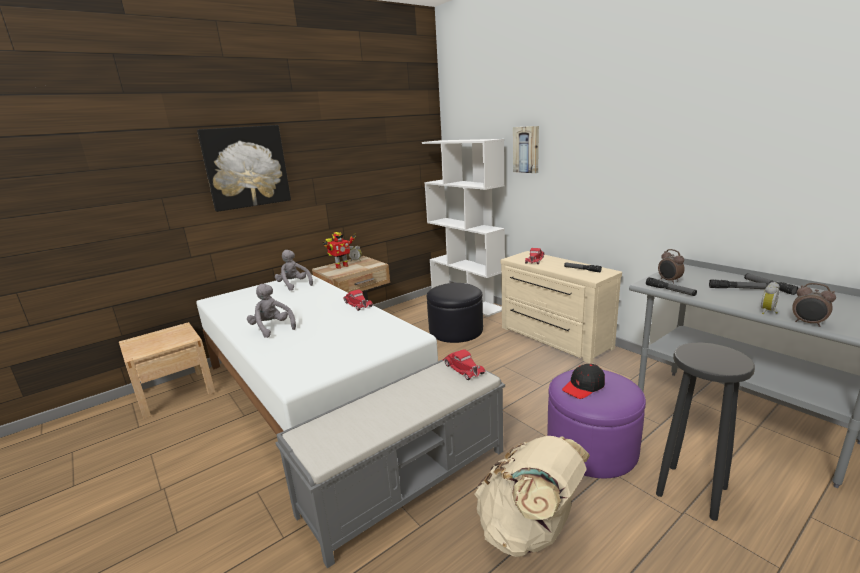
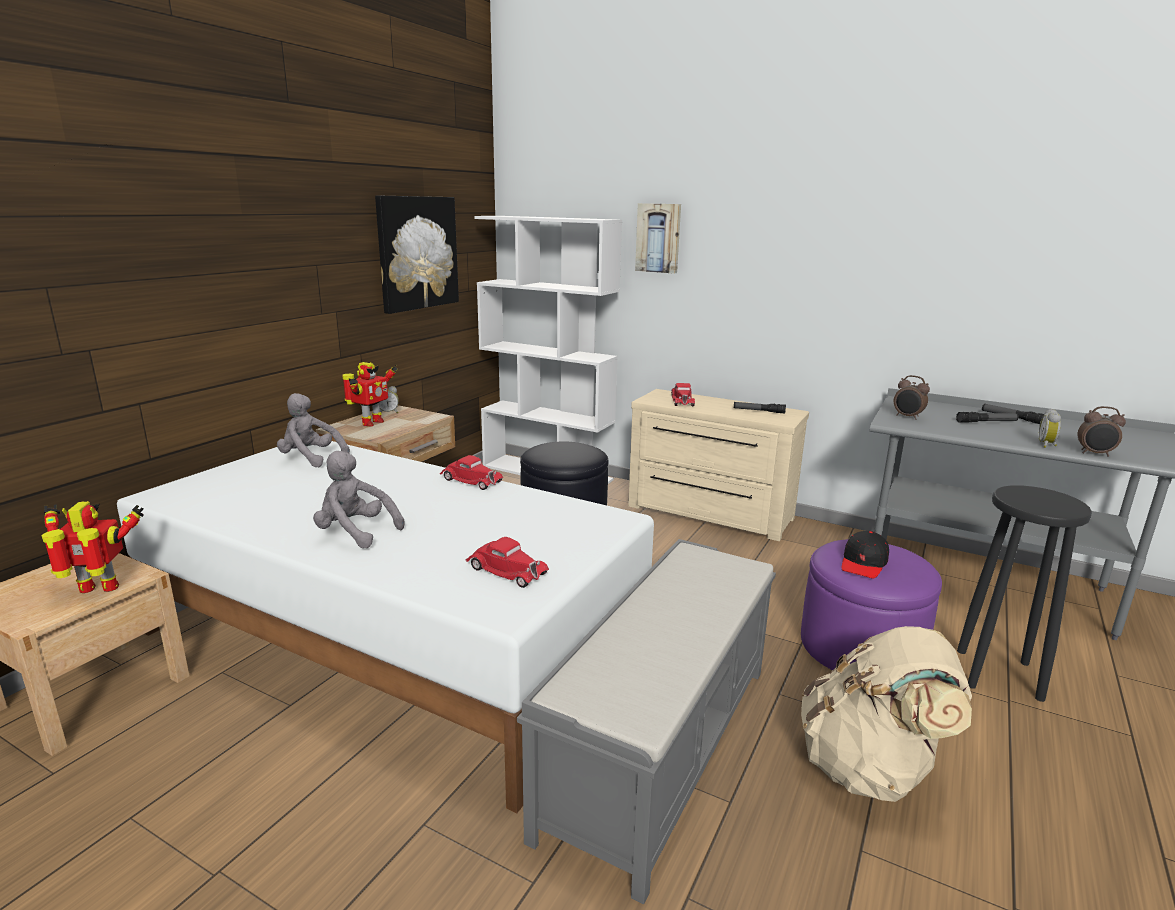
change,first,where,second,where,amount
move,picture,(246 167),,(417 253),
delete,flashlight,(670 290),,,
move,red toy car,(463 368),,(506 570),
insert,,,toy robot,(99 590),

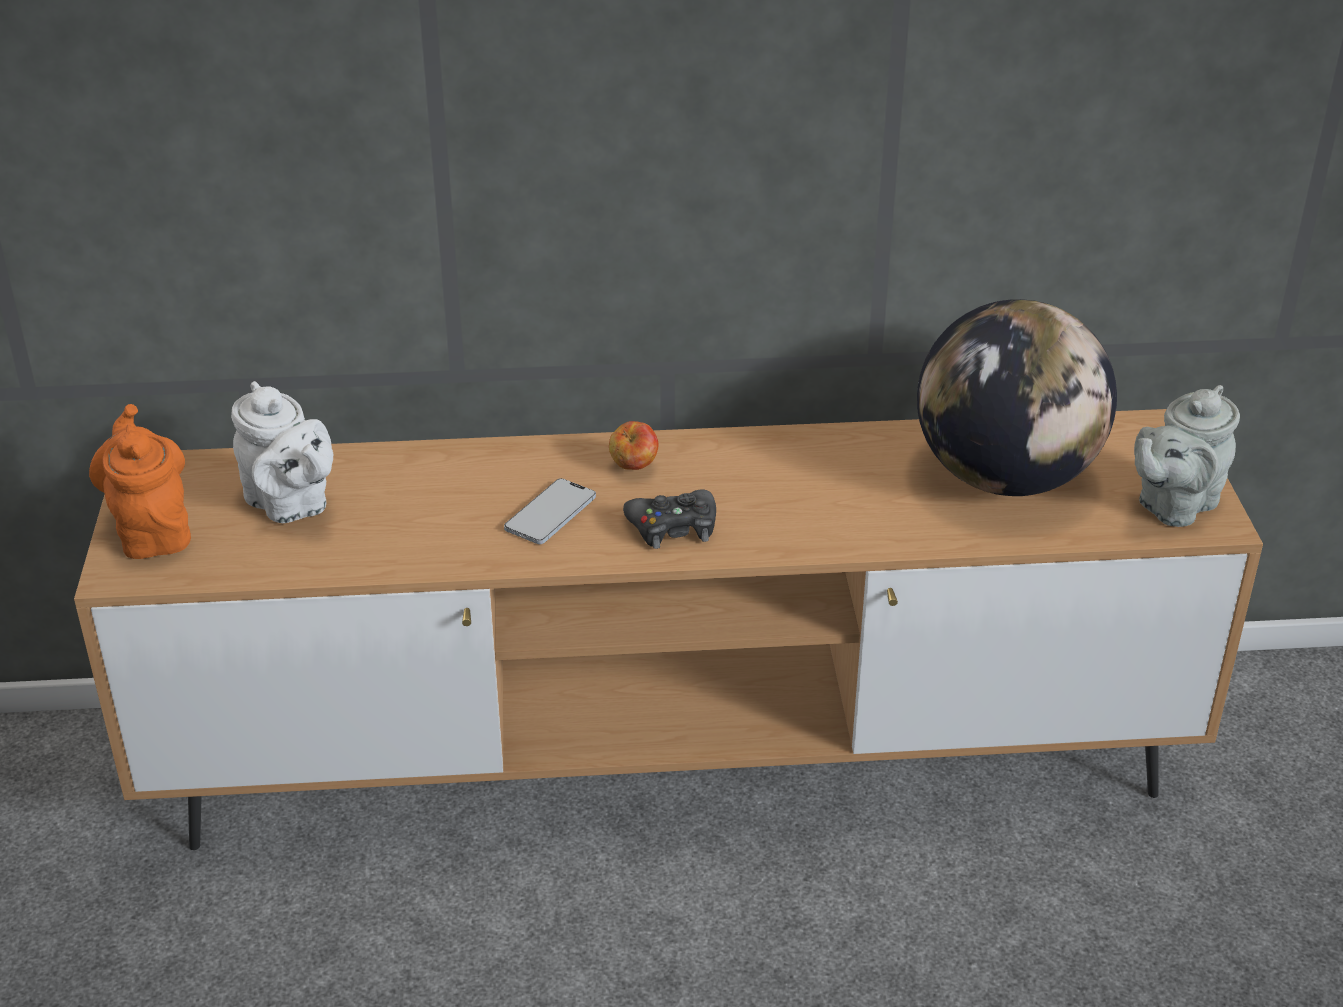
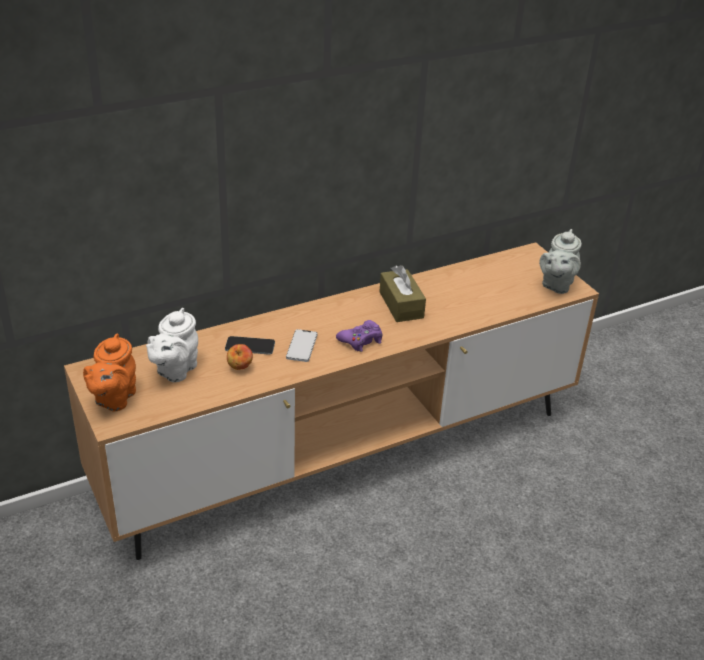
change,first,where,second,where,amount
delete,globe,(1005 478),,,
rotate,white teapot,(290 505),,(174 371),90 degrees clockwise
rotate,orange teapot,(152 531),,(113 399),120 degrees counterclockwise
move,apple,(634 467),,(240 367),
recolor,black game controller,(673 527),purple game controller,(361 340),
insert,,,brown tissue box,(401 305),
insert,,,phone,(250 346),

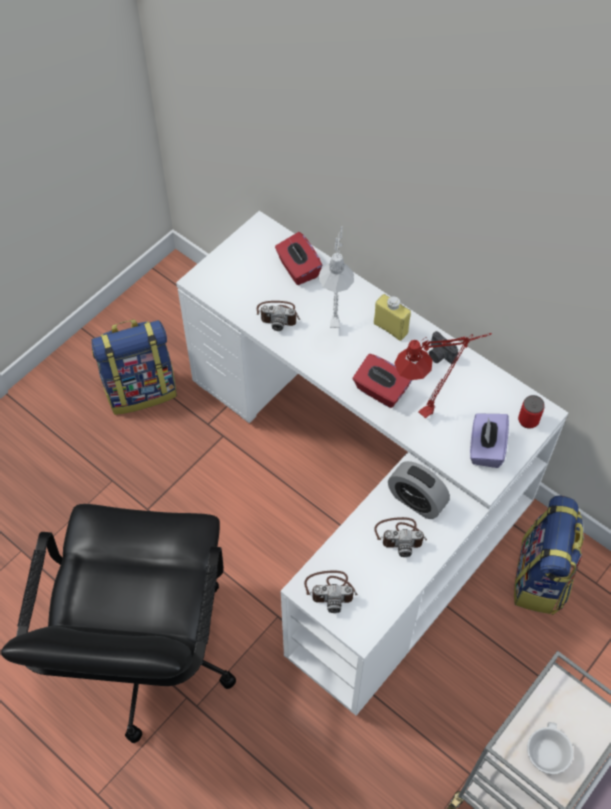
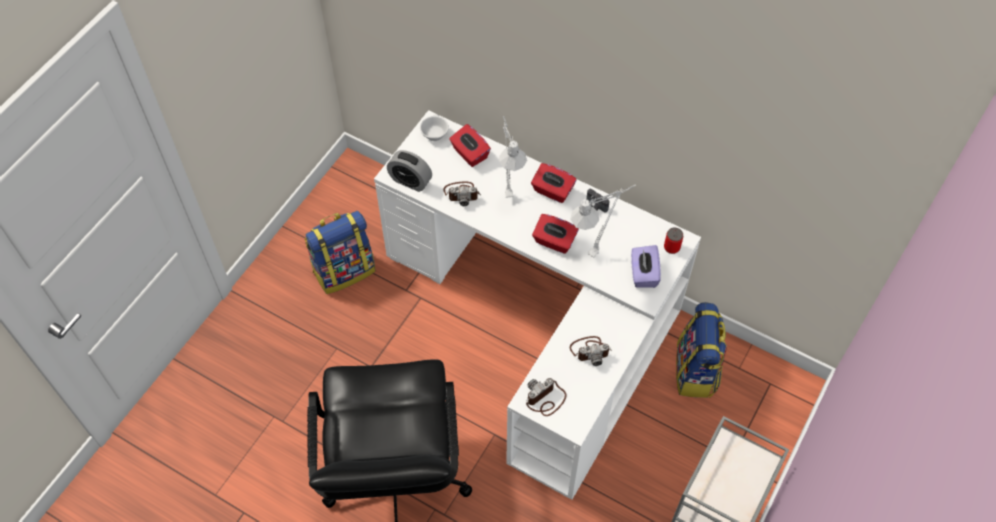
change,first,where,second,where,amount
replace,yellow bottle,(390 328),red tissue box,(552 191),
recolor,red table lamp,(436 408),grey table lamp,(599 249),
move,alarm clock,(416 500),,(410 181),
rotate,photo camera,(331 590),,(545 399),150 degrees clockwise
move,white cup,(544 753),,(433 133),

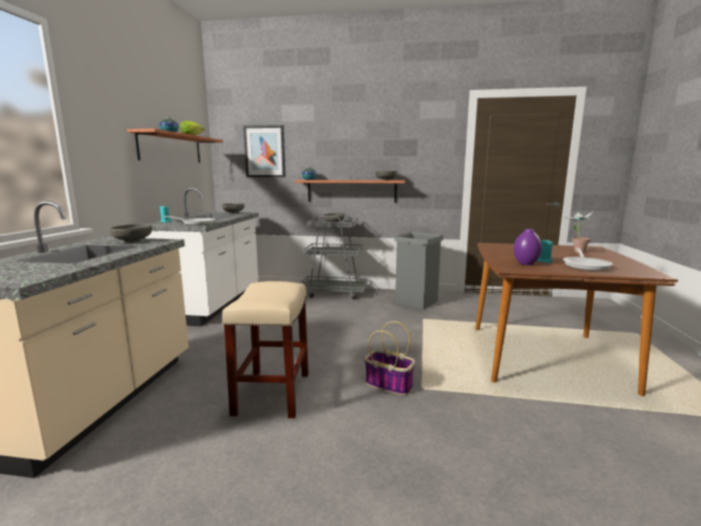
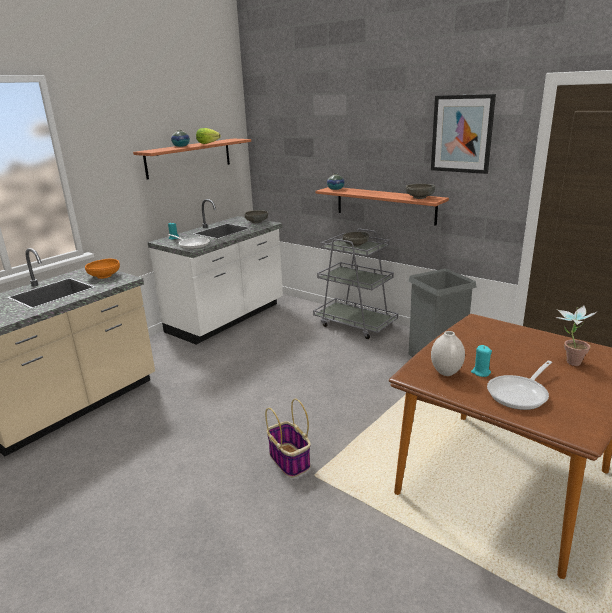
change,first,where,second,where,amount
move,picture,(265 151),,(462 134),
recolor,grey bowl,(133 241),orange bowl,(104 276),
recolor,purple vase,(525 264),white vase,(445 372),
delete,beige stool,(273 394),,,

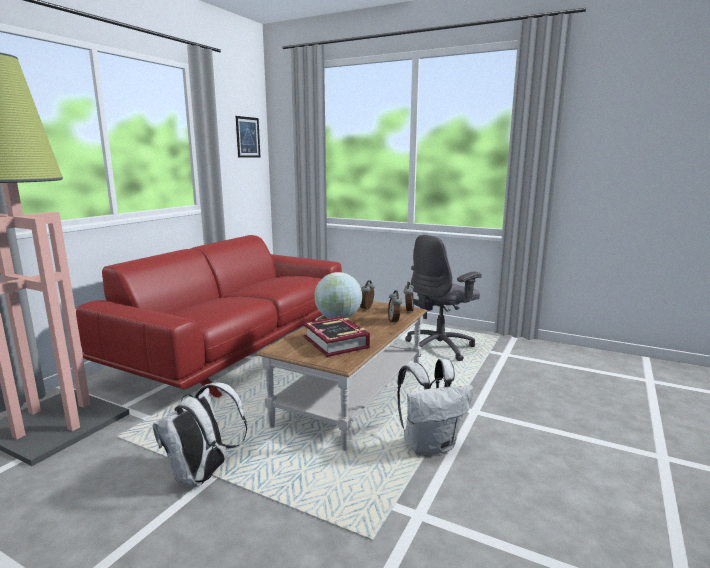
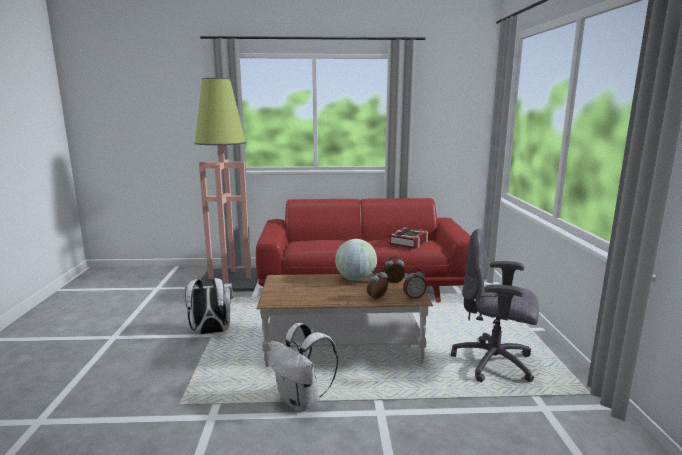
change,first,where,second,where,amount
delete,picture,(248 137),,,
move,book,(336 342),,(409 242),

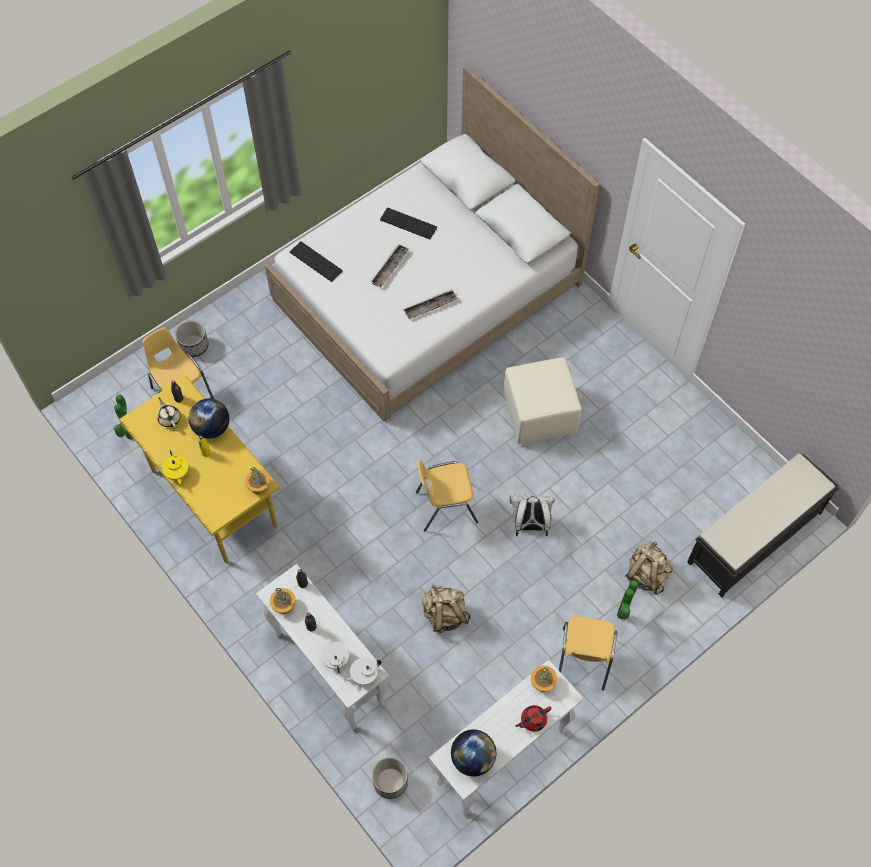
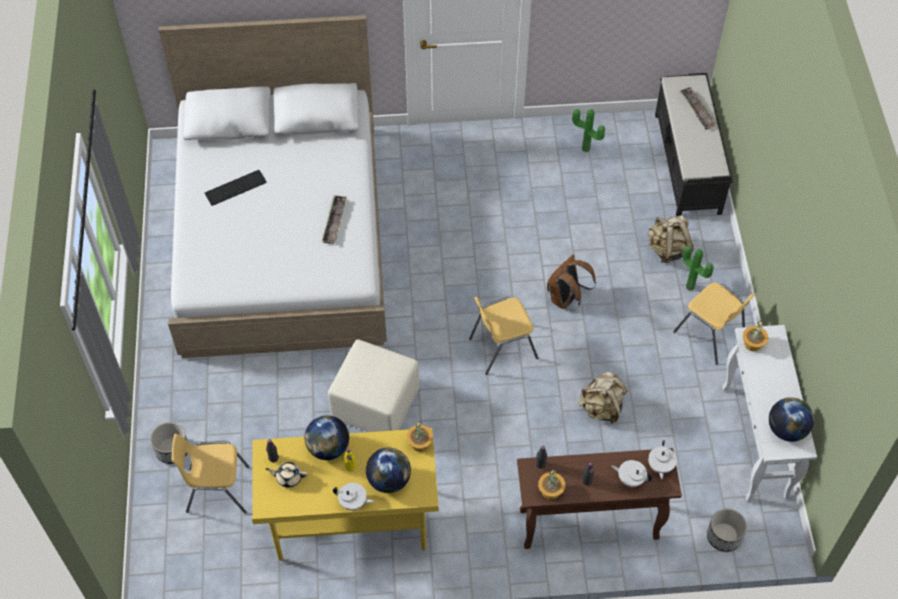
change,first,where,second,where,amount
delete,keyboard,(317 261),,,
move,tray,(390 268),,(697 110),
move,beige ottoman,(540 415),,(377 404),
move,potted plant,(129 436),,(585 150),
recolor,yellow teapot,(177 473),white teapot,(353 502),
rotate,yellow chair,(445 506),,(502 348),45 degrees clockwise
recolor,white backpack,(530 525),brown backpack,(566 299),
recolor,white console table,(328 668),brown console table,(587 525),
delete,red teapot,(532 720),,,
insert,,,globe,(389 480),

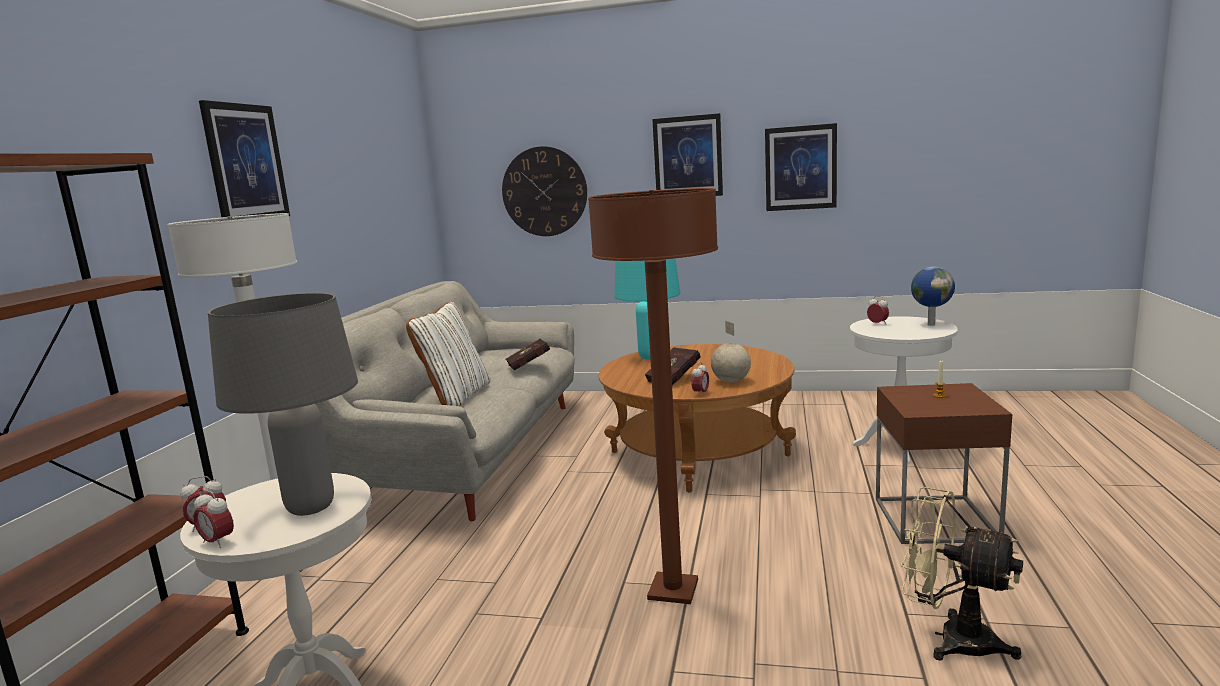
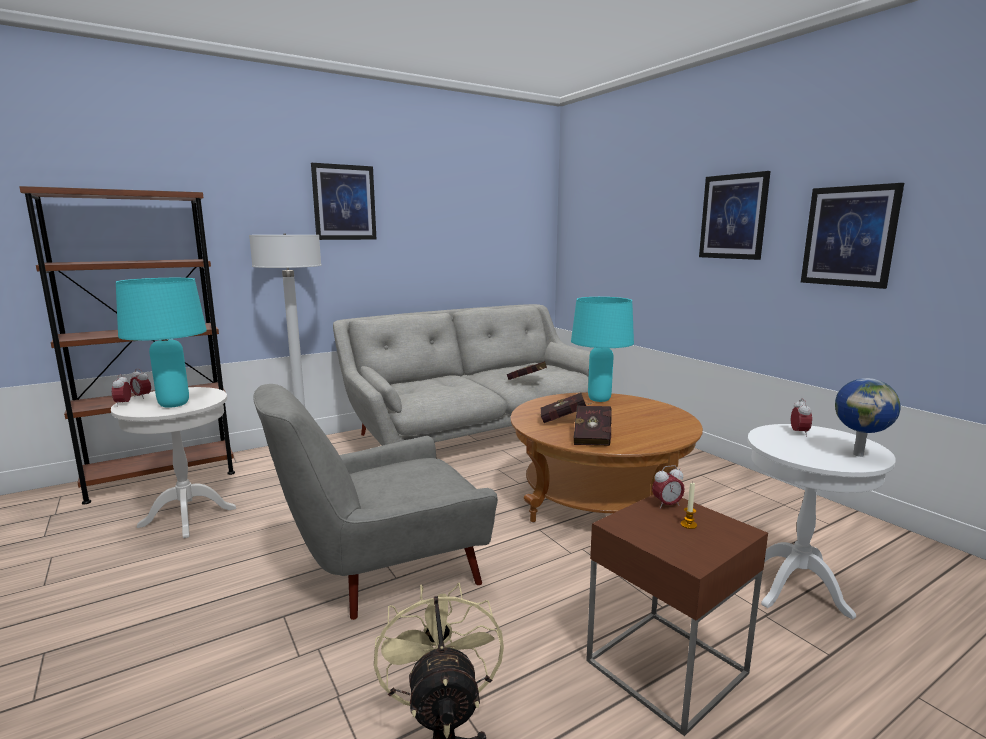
change,first,where,second,where,amount
delete,wall clock,(544 191),,,
replace,brown floor lamp,(673 590),grey armchair,(384 574),
recolor,grey table lamp,(311 508),turquoise table lamp,(173 404),
delete,white pillow,(456 397),,,
replace,globe,(731 381),red book,(593 437),
move,alarm clock,(700 393),,(667 505),

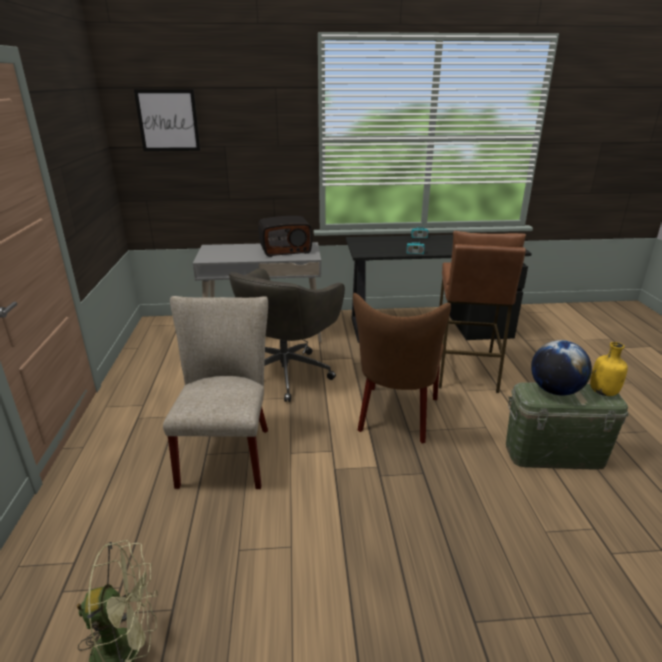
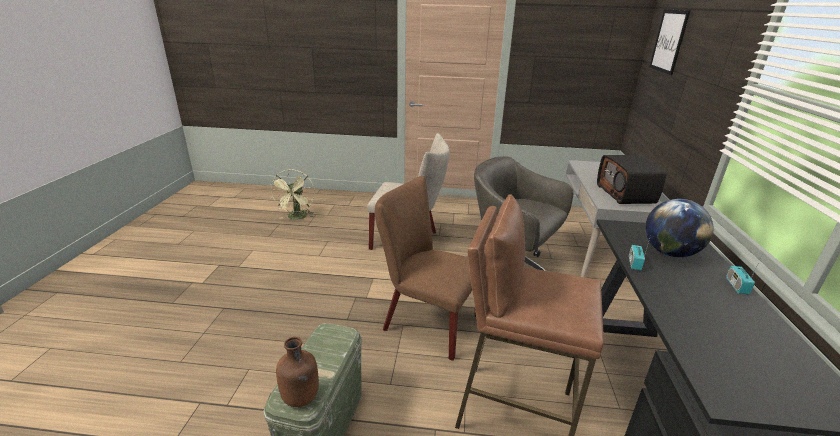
change,first,where,second,where,amount
move,globe,(555 391),,(669 253),
recolor,yellow bottle,(603 392),brown bottle,(300 398),

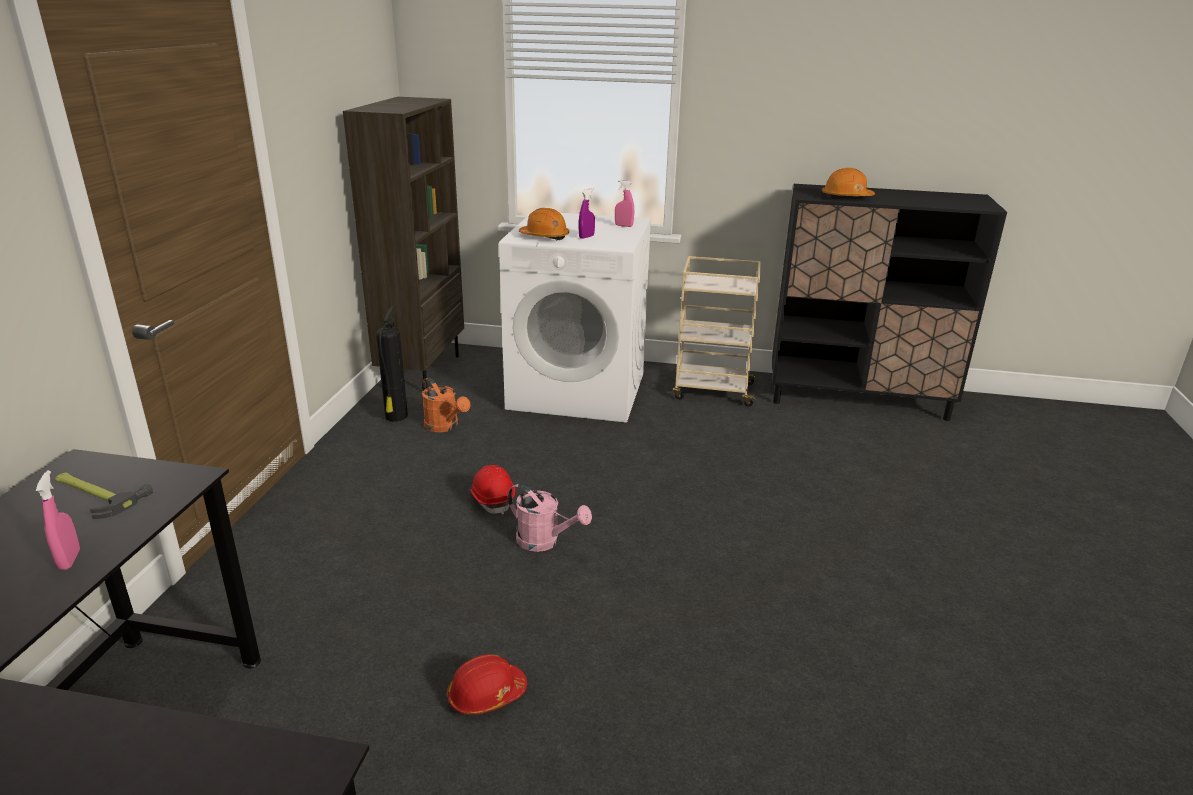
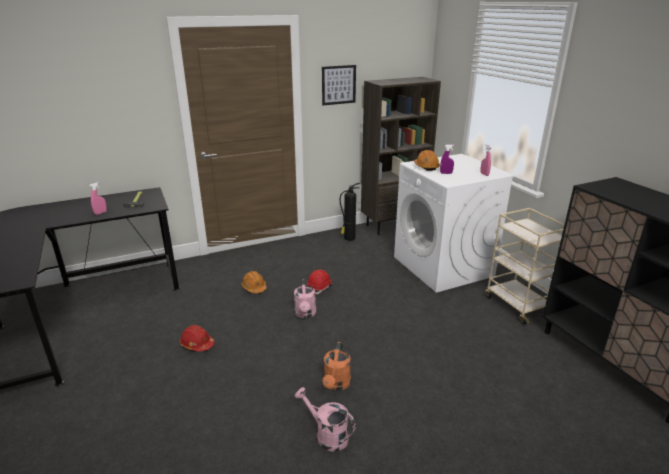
change,first,where,second,where,amount
move,orange hard hat,(846 197),,(254 287),
move,orange watering can,(445 427),,(336 385),
insert,,,picture,(338 85),
insert,,,pink watering can,(327 435),

